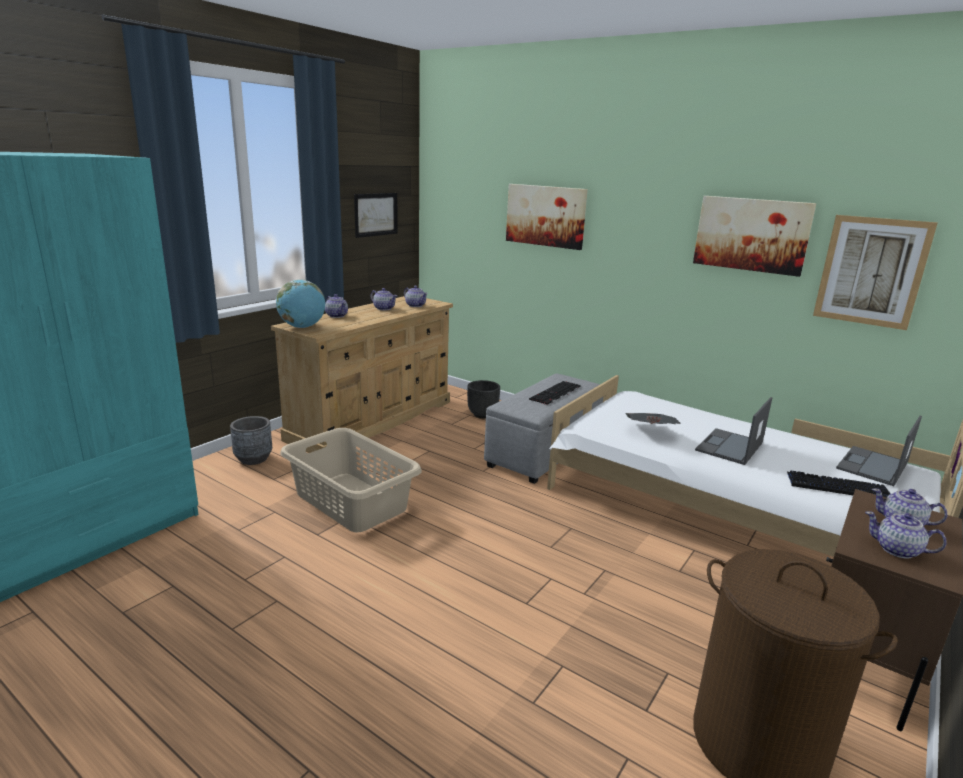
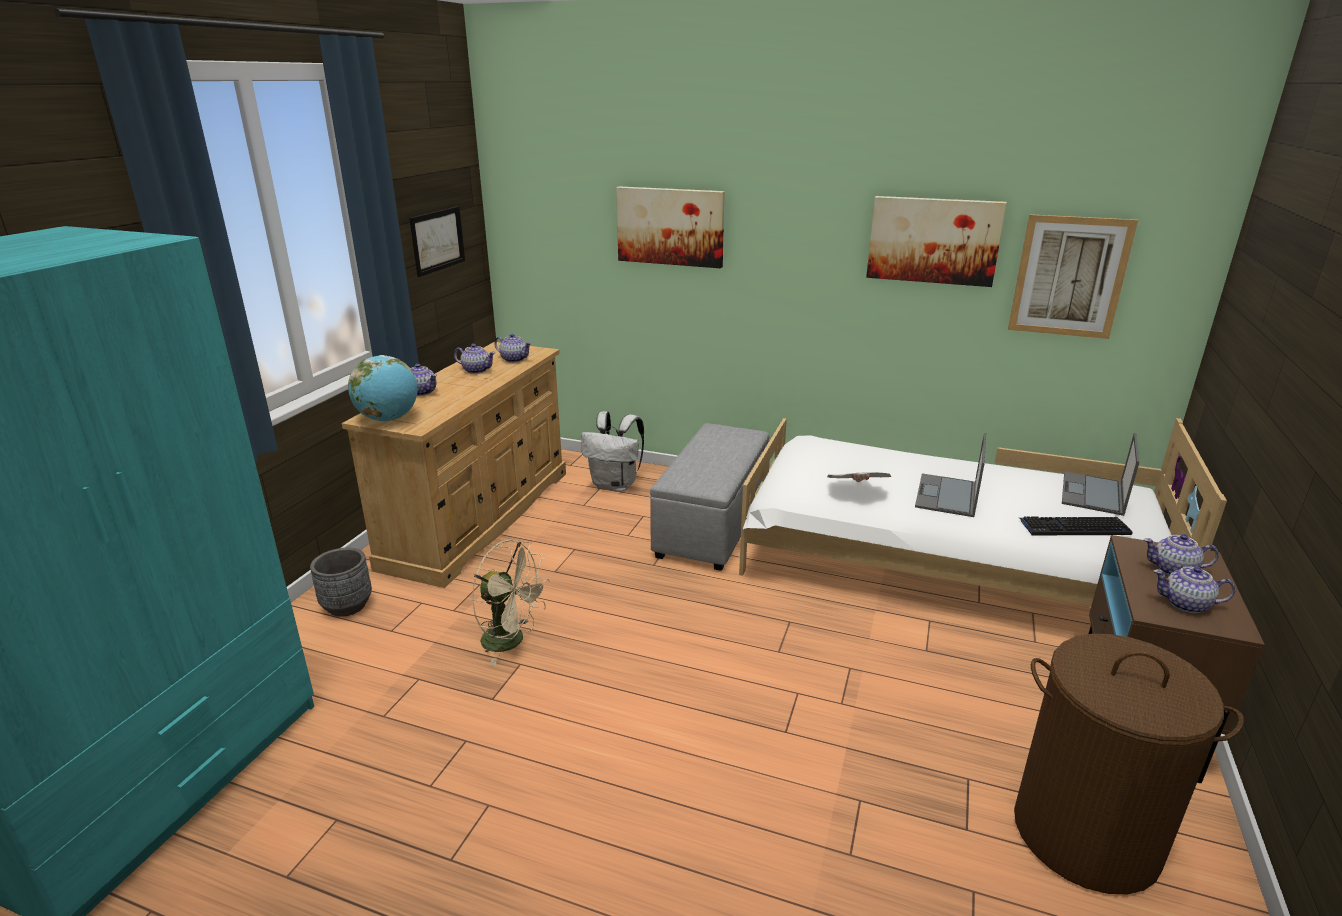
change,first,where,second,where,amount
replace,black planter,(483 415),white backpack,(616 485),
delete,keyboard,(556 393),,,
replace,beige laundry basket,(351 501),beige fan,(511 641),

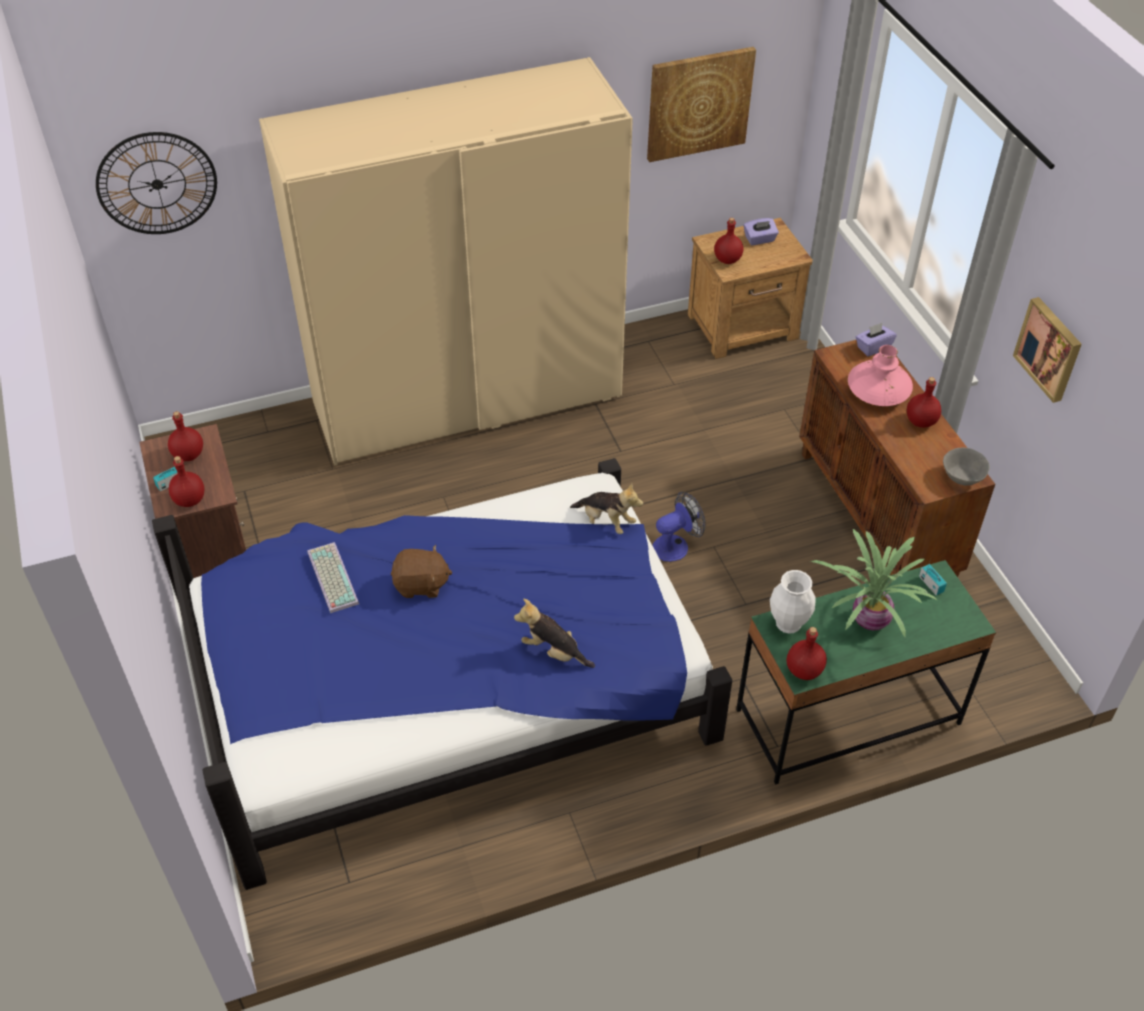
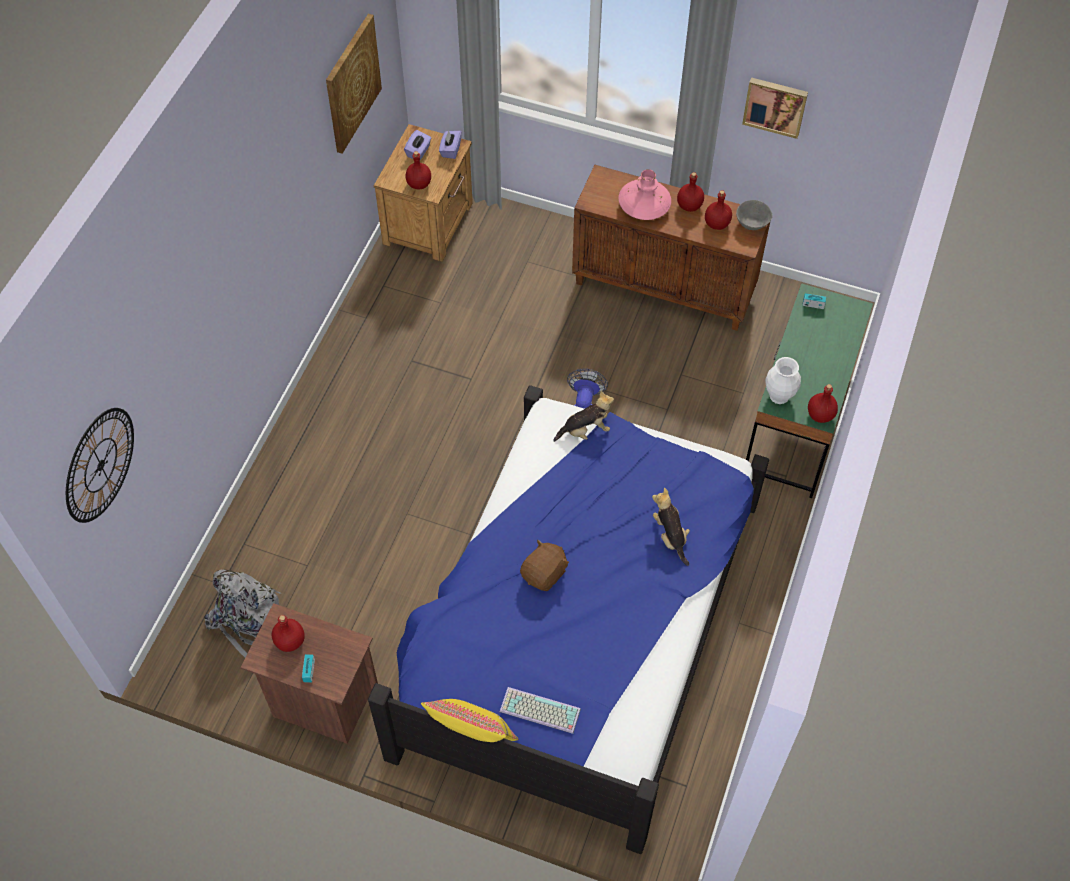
change,first,where,second,where,amount
delete,beige wardrobe,(468 398),,,
move,purple tissue box,(873 347),,(450 150),
move,red bottle,(190 499),,(716 223),
delete,potted plant,(868 618),,,
move,keyboard,(331 577),,(538 711),
rotate,plush toy,(553 651),,(670 536),90 degrees clockwise
insert,,,grey backpack,(249 623),
insert,,,yellow pillow,(472 735),

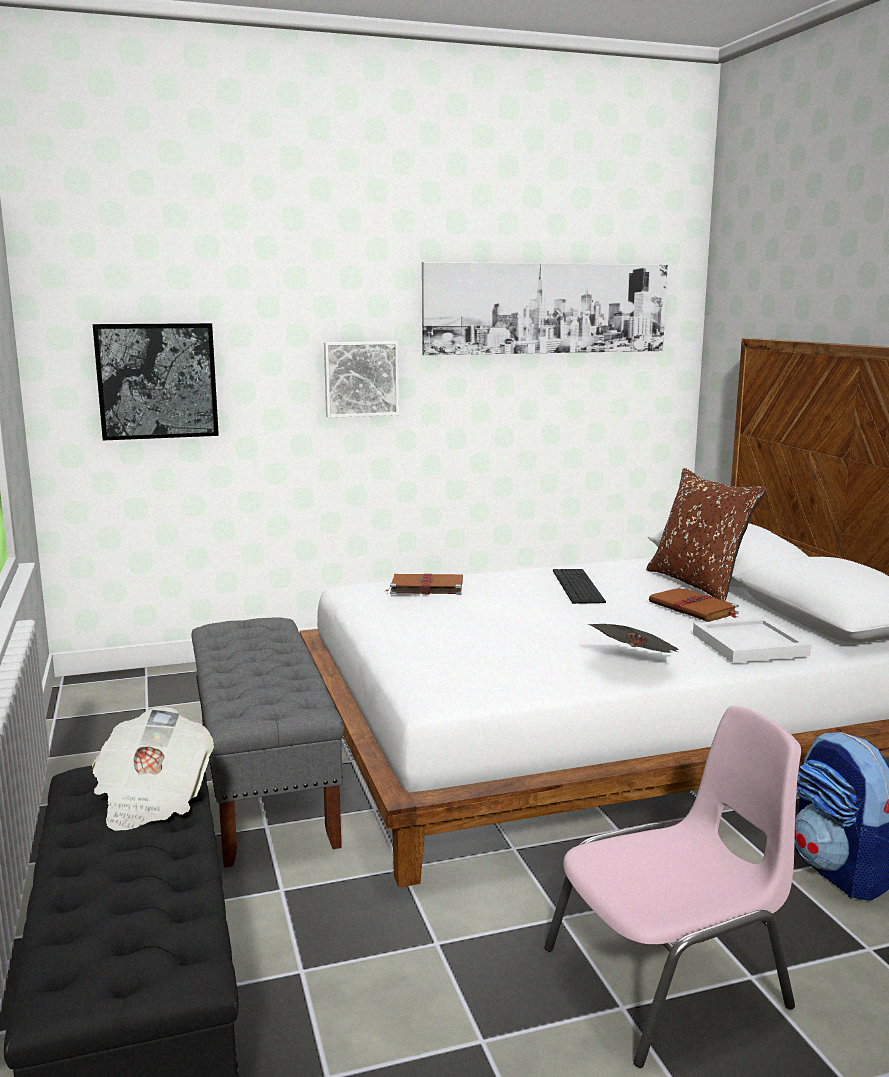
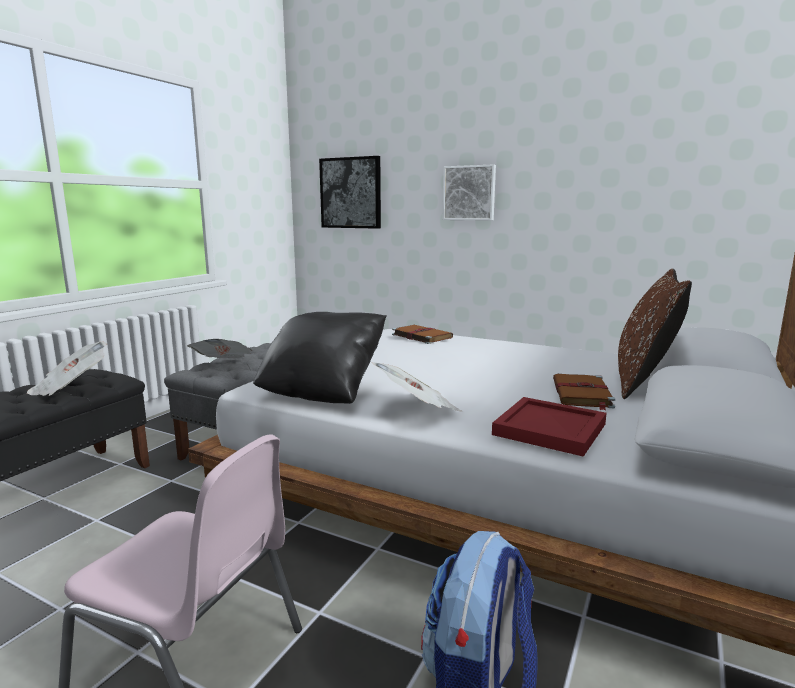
change,first,where,second,where,amount
delete,picture,(546 308),,,
delete,keyboard,(577 586),,,
recolor,white tray,(750 644),red tray,(551 429),
insert,,,black pillow,(323 391),
insert,,,newspaper,(223 366),

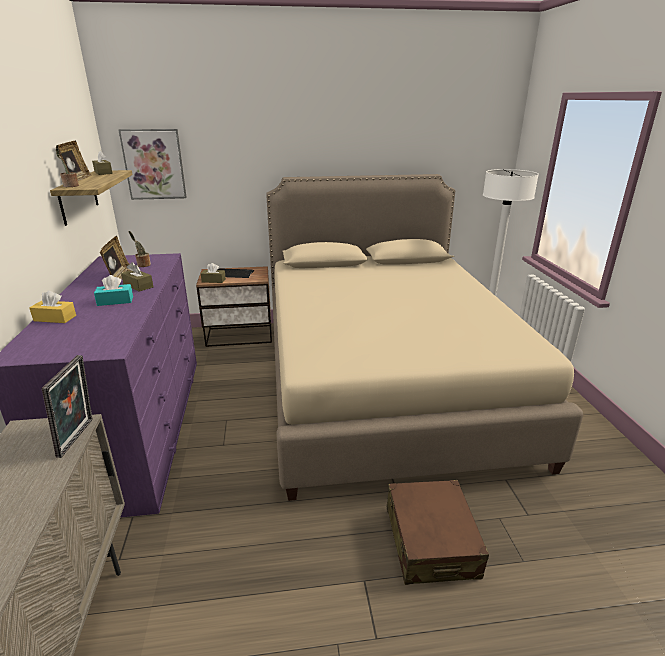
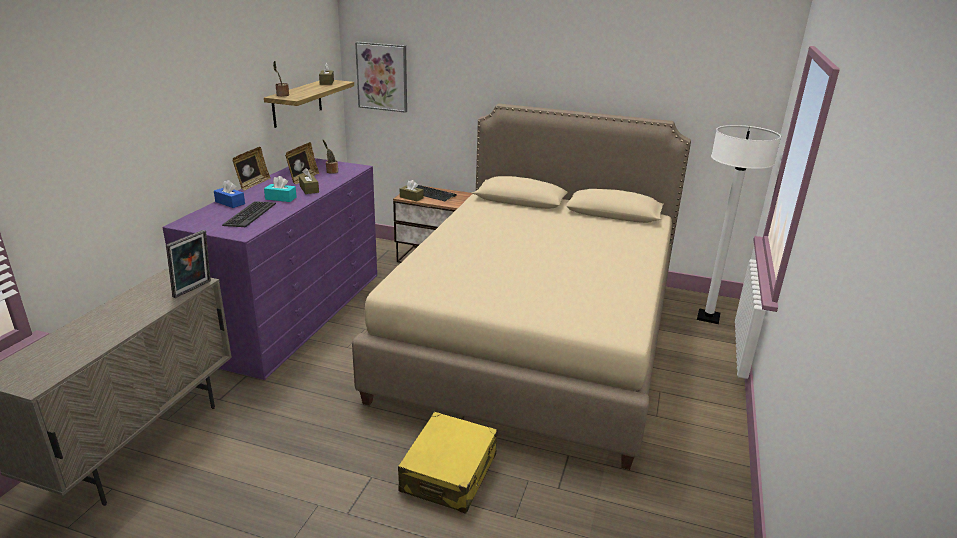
change,first,where,second,where,amount
move,picture frame,(78 179),,(253 184),
recolor,yellow tissue box,(55 318),blue tissue box,(230 203),
recolor,brown suitcase,(431 541),yellow suitcase,(449 473),
insert,,,keyboard,(249 214),

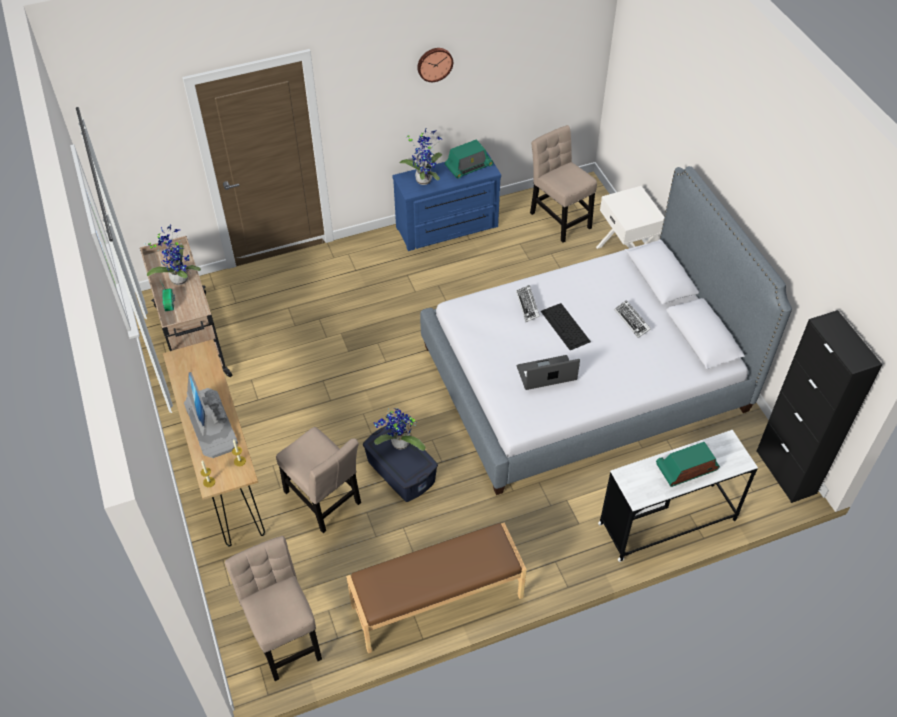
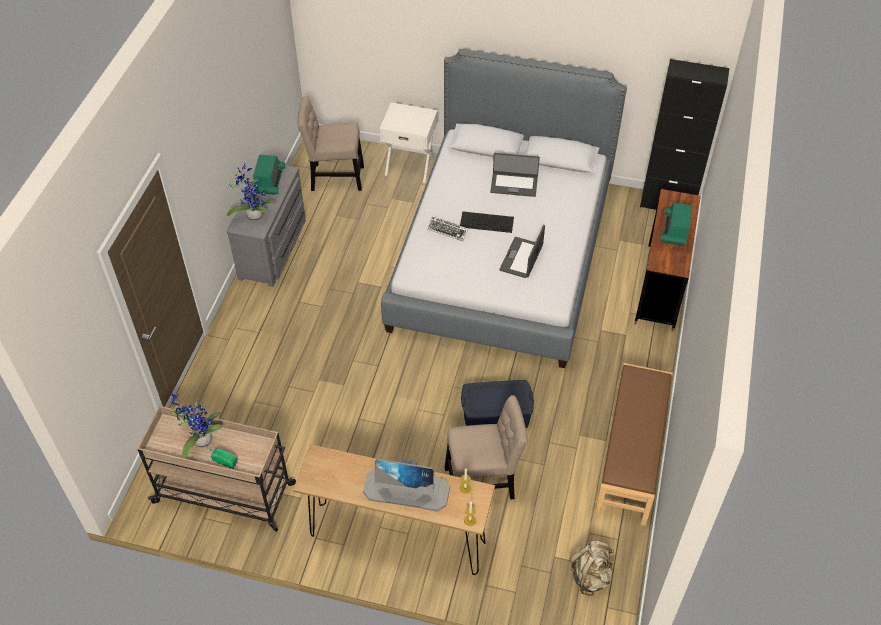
change,first,where,second,where,amount
delete,wall clock,(434 63),,,
recolor,blue dresser,(448 228),grey dresser,(275 248),
replace,keyboard,(632 321),laptop,(514 184),
delete,potted plant,(399 444),,,
recolor,white desk,(667 522),brown desk,(660 287),
replace,beige chair,(284 635),beige backpack,(591 576),

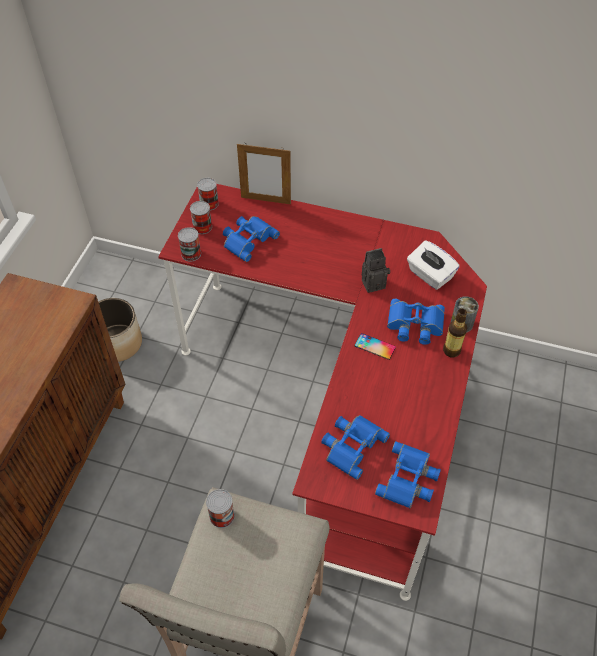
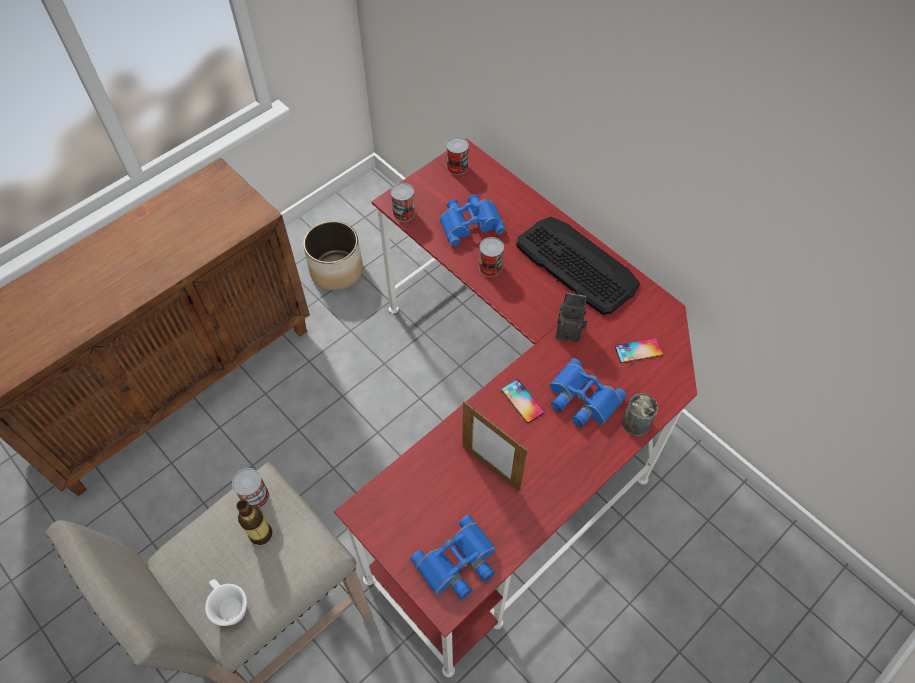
change,first,where,second,where,amount
move,picture frame,(265 200),,(491 468),
move,can,(202 227),,(490 267),
replace,white tissue box,(429 275),phone,(638 350),
move,bottle,(451 350),,(261 534),
delete,blue binoculars,(351 445),,,
insert,,,keyboard,(576 264),
insert,,,white cup,(228 606),

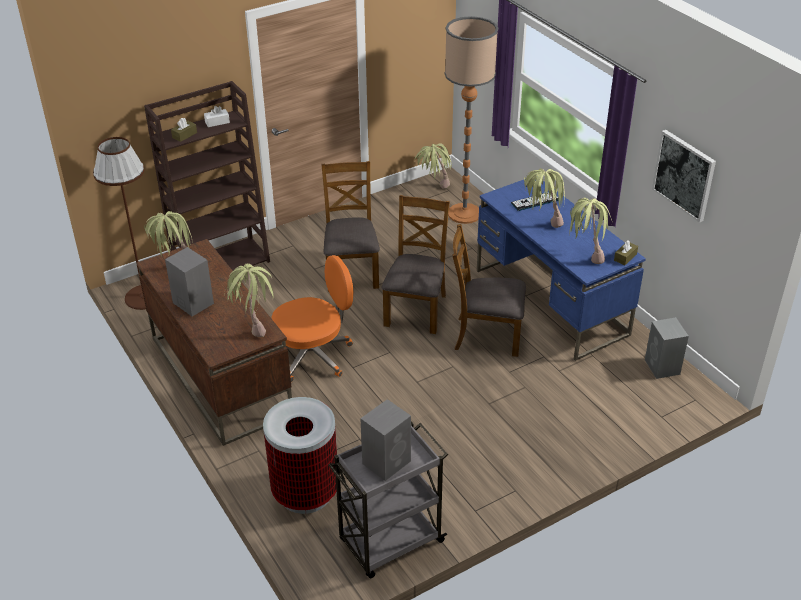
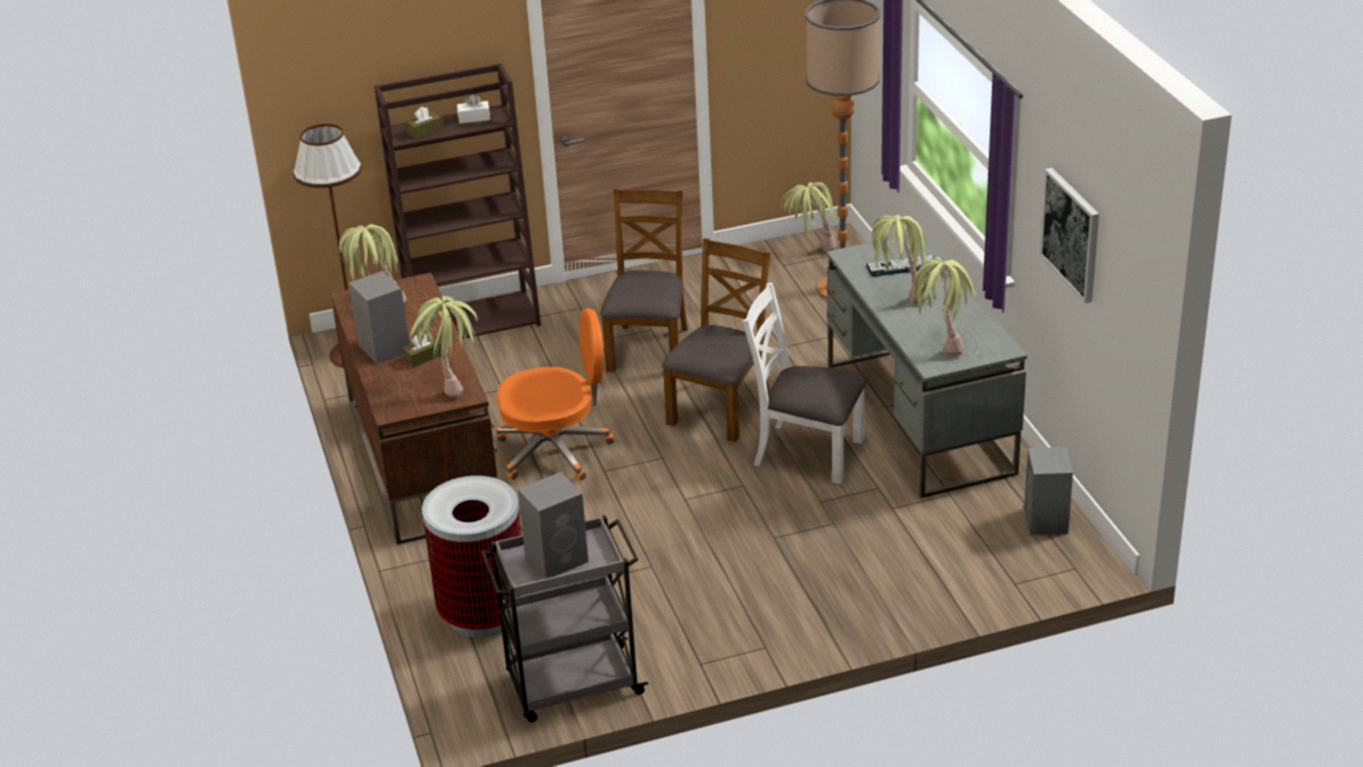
change,first,where,second,where,amount
recolor,blue desk,(551 302),grey desk,(919 419),
recolor,brown chair,(486 335),white chair,(807 452),
move,brown tissue box,(625 257),,(423 357),

